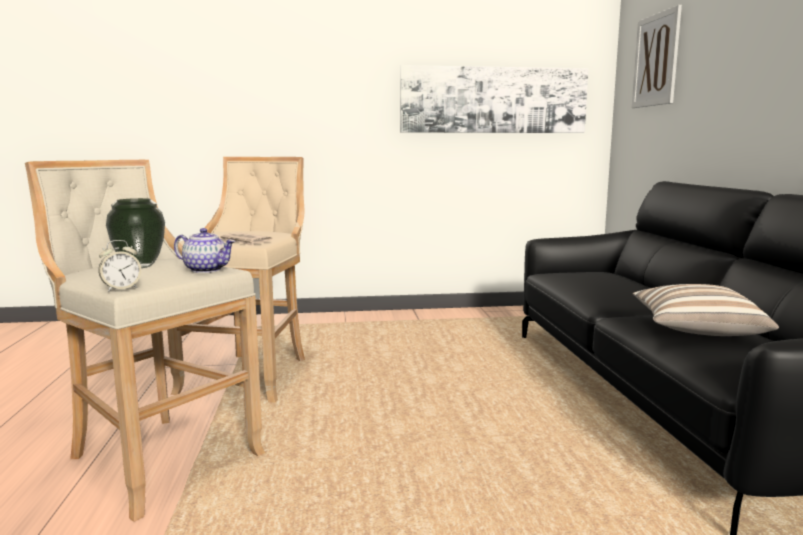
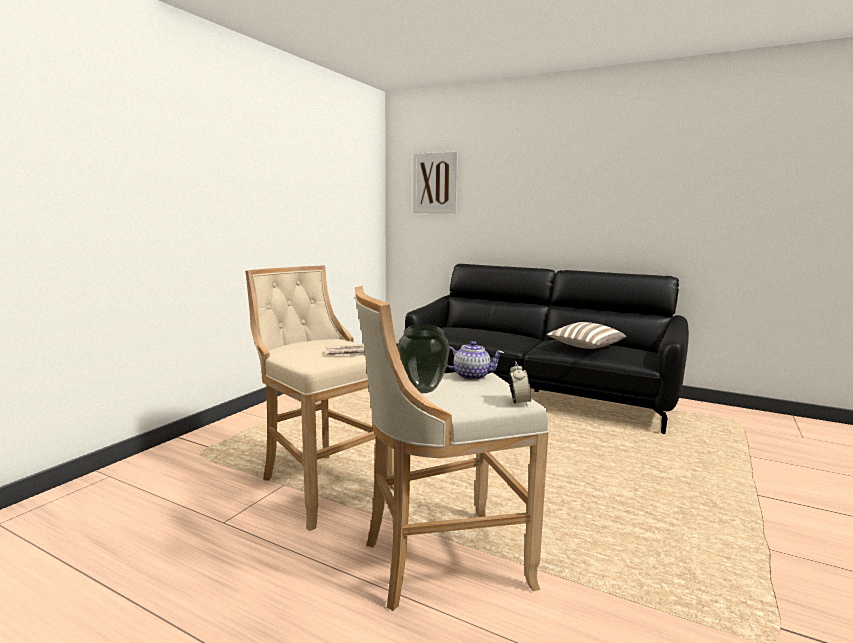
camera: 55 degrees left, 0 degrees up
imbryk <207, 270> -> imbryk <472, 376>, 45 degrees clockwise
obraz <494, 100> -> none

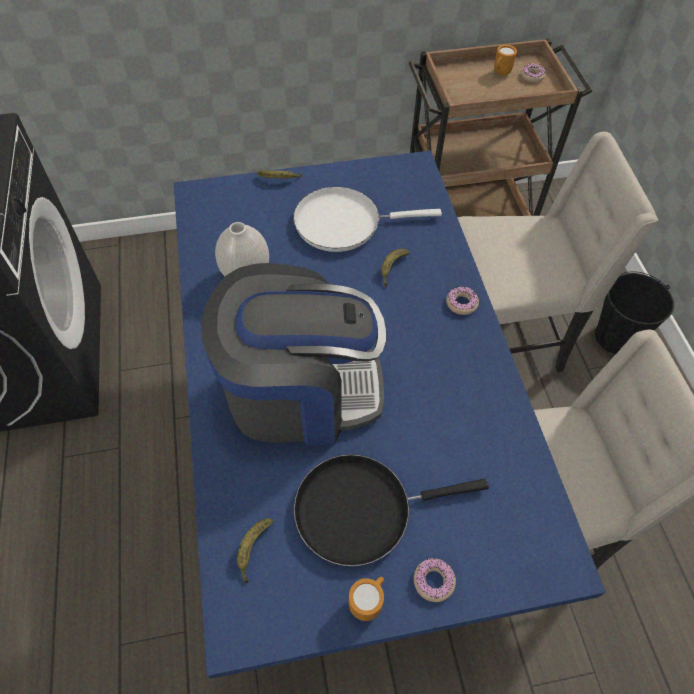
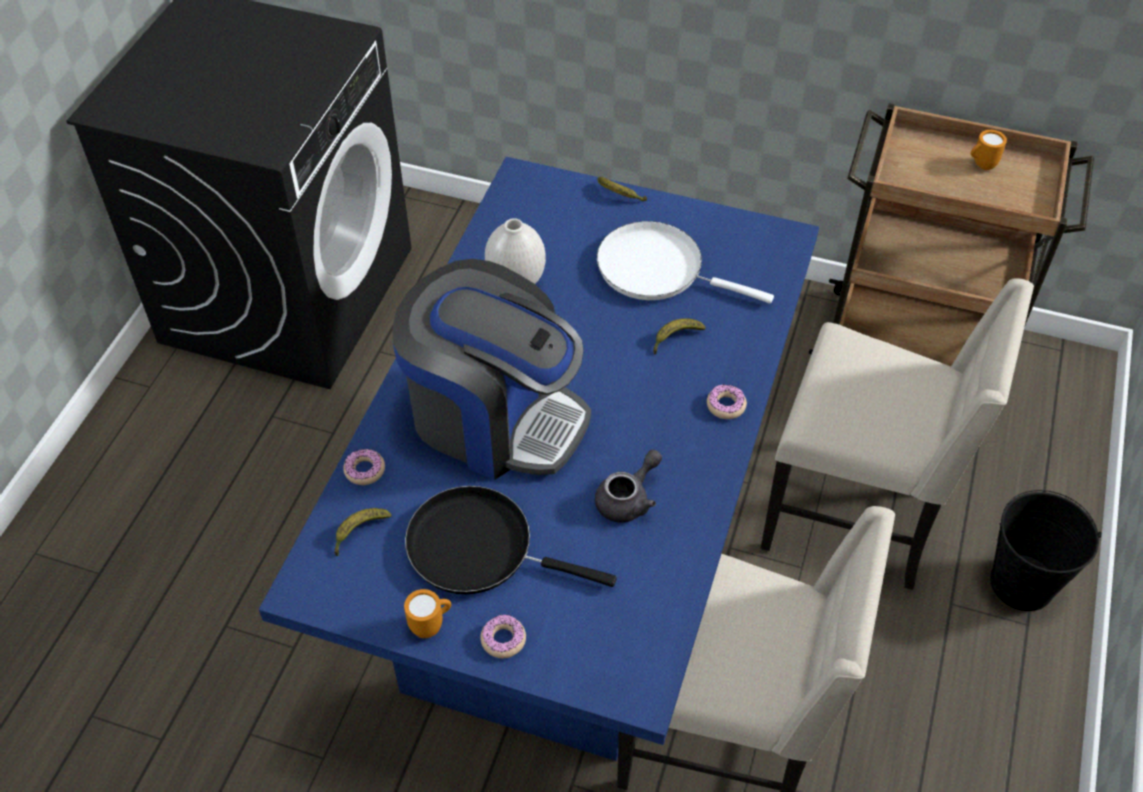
camera: 30 degrees right, 5 degrees down
donut <532, 76> -> donut <365, 470>, relocated
none -> imbryk/szary <628, 499>

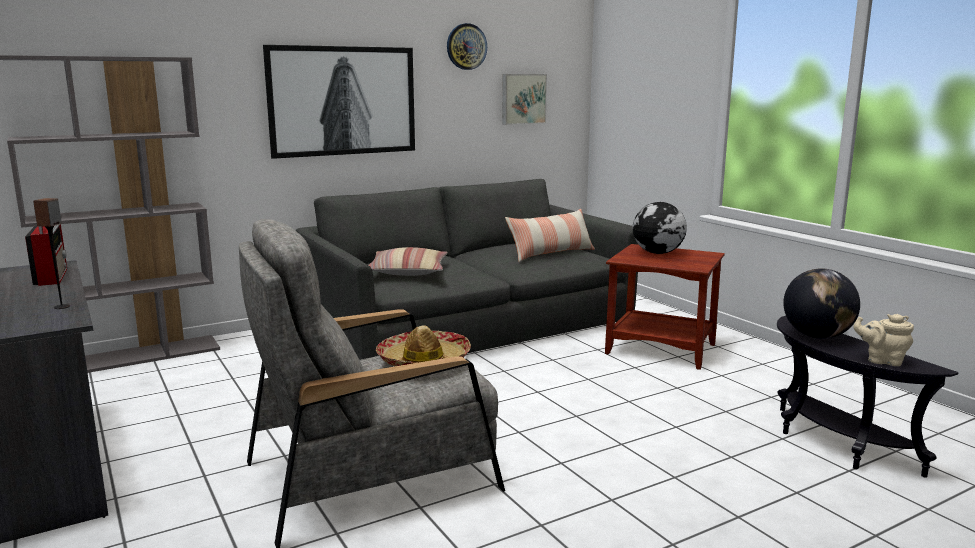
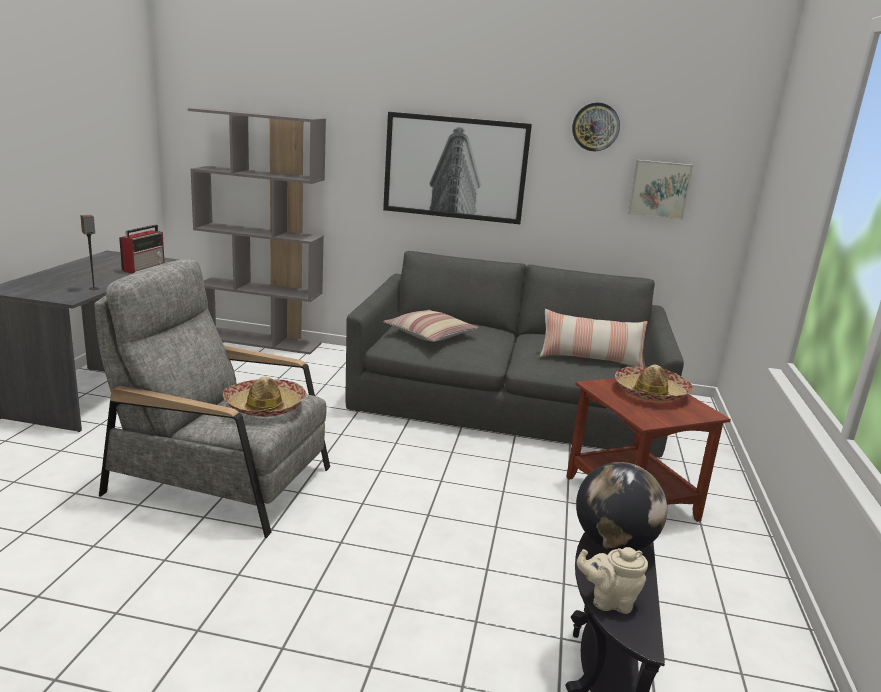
camera: 40 degrees right, 5 degrees up
imbryk/beżowy <882, 360> -> imbryk/beżowy <609, 601>, 60 degrees counterclockwise
globus <657, 253> -> kapelusz <651, 392>

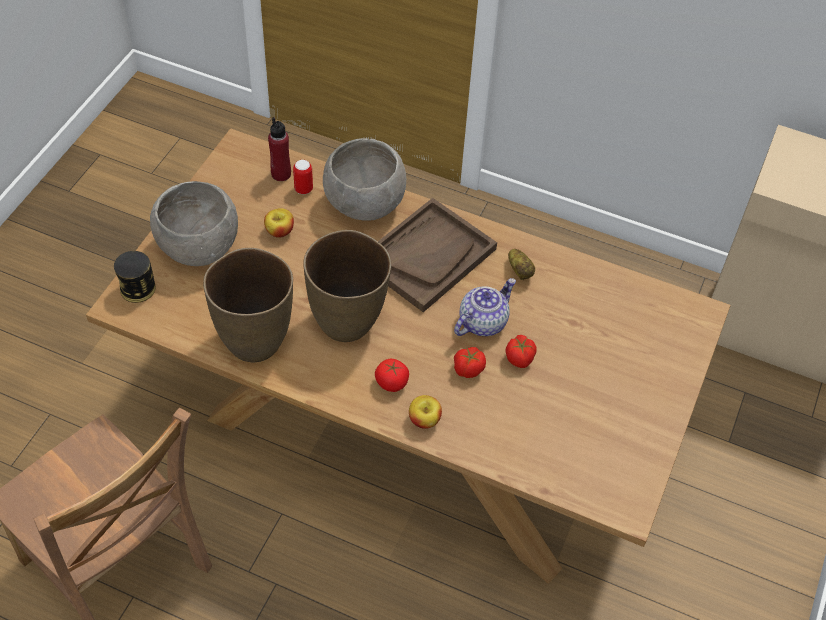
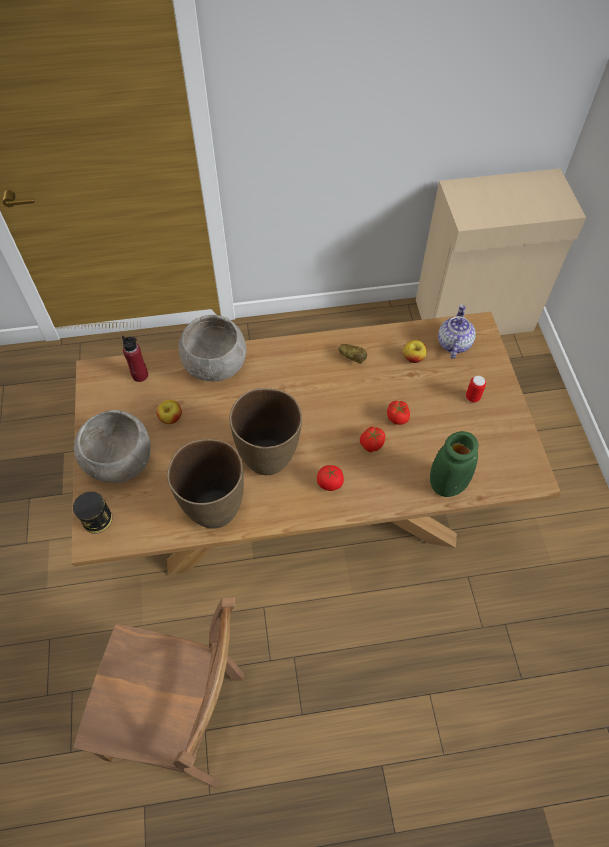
camera: 30 degrees left, 5 degrees up
jabłko <424, 420> -> jabłko <413, 357>, relocated
none -> wazon/zielony <447, 484>
imbryk <482, 322> -> imbryk <453, 343>, relocated
puszka <303, 189> -> puszka <472, 397>, relocated
taca/brązowy <427, 256> -> none

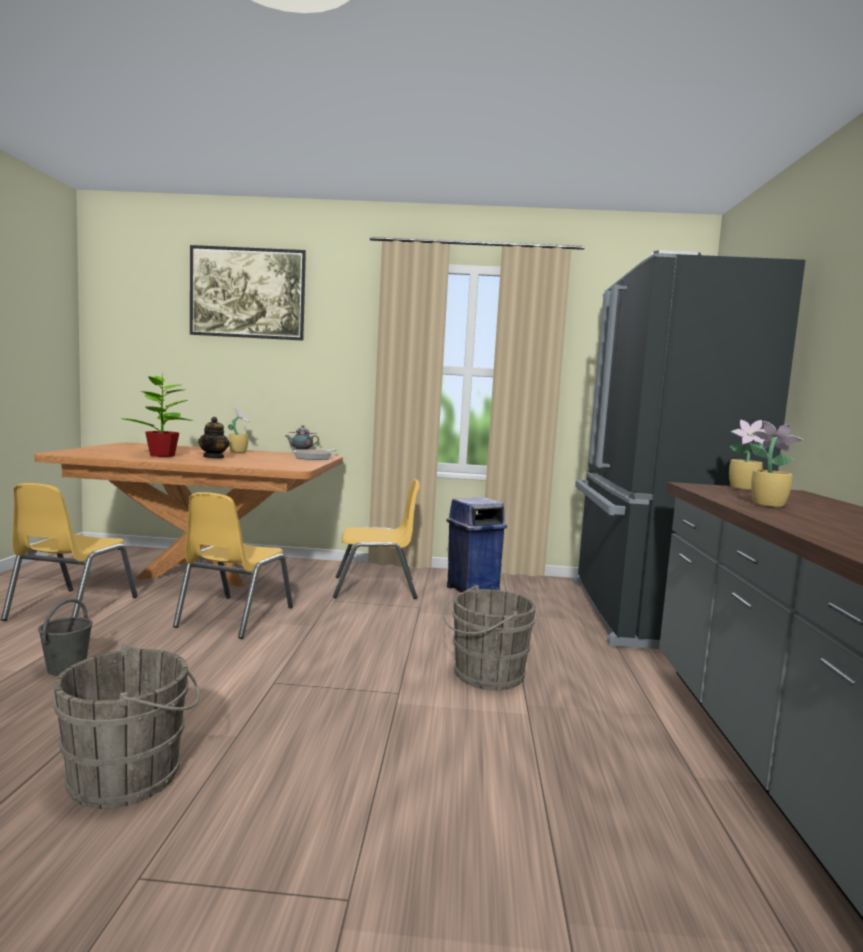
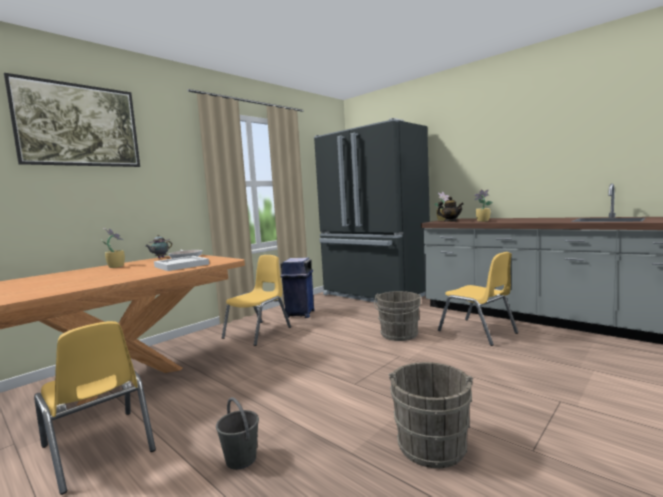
camera: 50 degrees left, 0 degrees up
none -> taca/biały <182, 265>
imbryk <214, 457> -> imbryk <450, 221>, relocated
krzesło/żółty <234, 617> -> krzesło/żółty <477, 332>, relocated
roślina doniczkowa <162, 455> -> none

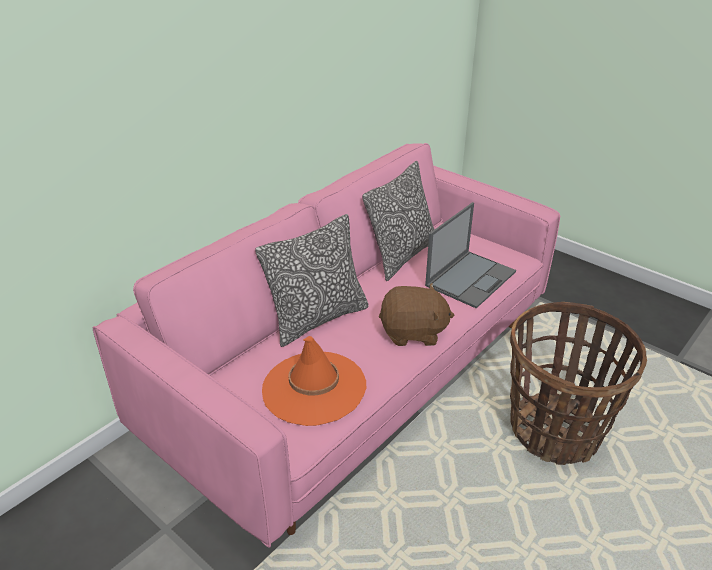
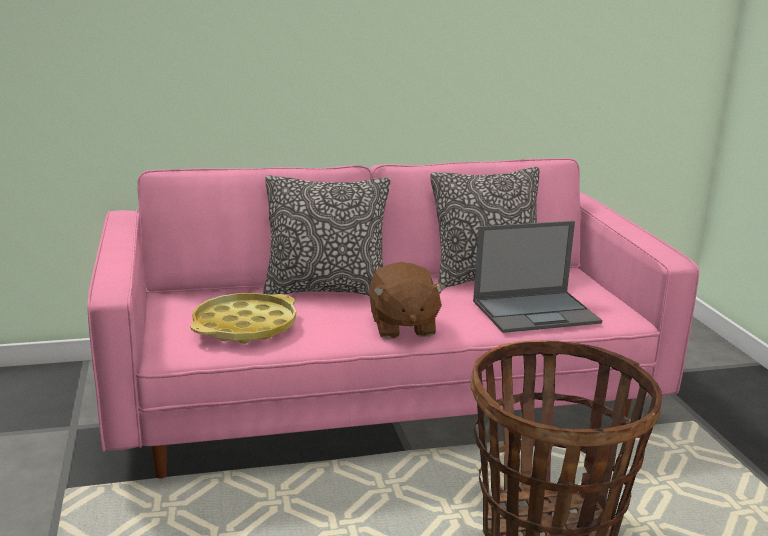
camera: 35 degrees right, 15 degrees down
kapelusz/pomarańczowy <313, 388> -> taca/żółty <245, 326>
pluszak/brązowy <413, 333> -> pluszak/brązowy <402, 327>, 45 degrees clockwise

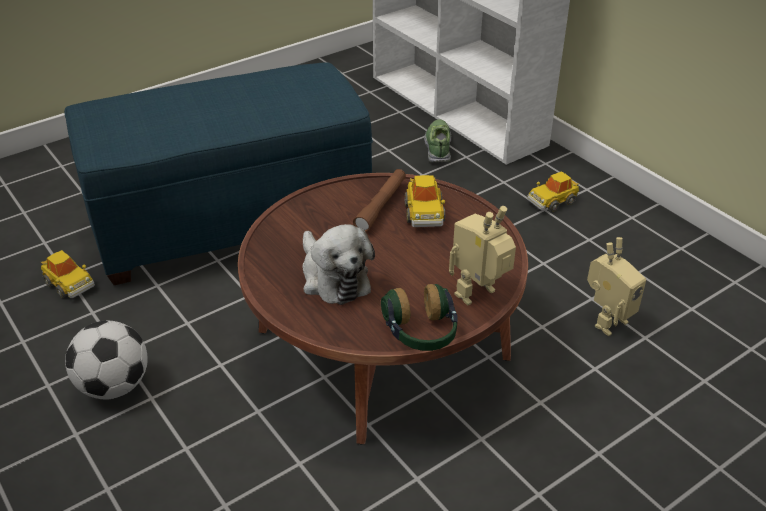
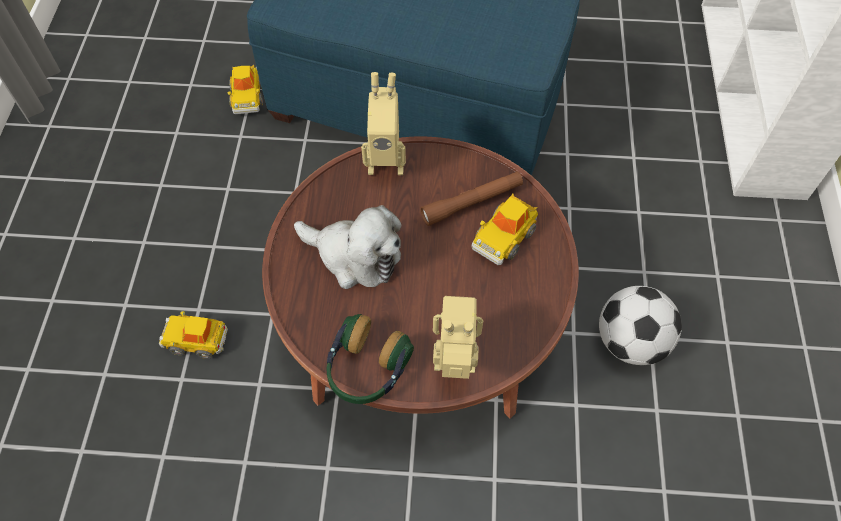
camera: 40 degrees right, 20 degrees up
samochodzik <552, 201> -> samochodzik <196, 340>, relocated
pluszak <333, 277> -> pluszak <355, 256>, 75 degrees counterclockwise
robot zabawkowy <606, 321> -> robot zabawkowy <386, 161>, relocated
piłka futbolowa <115, 386> -> piłka futbolowa <630, 342>, relocated
but <438, 147> -> none

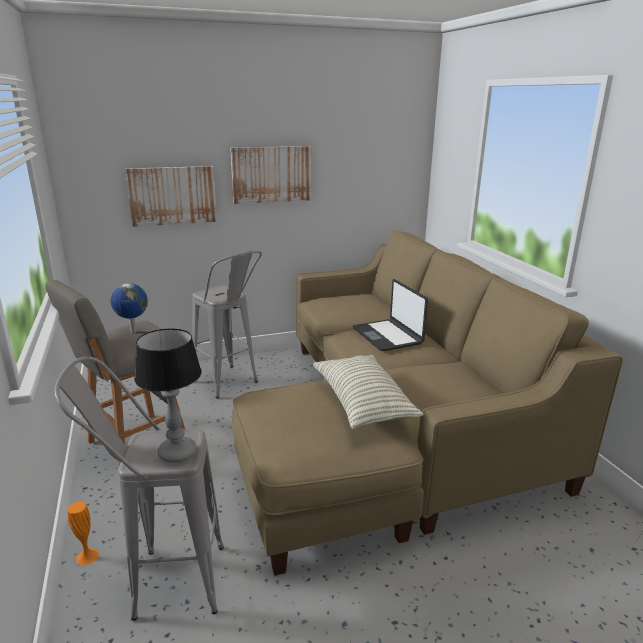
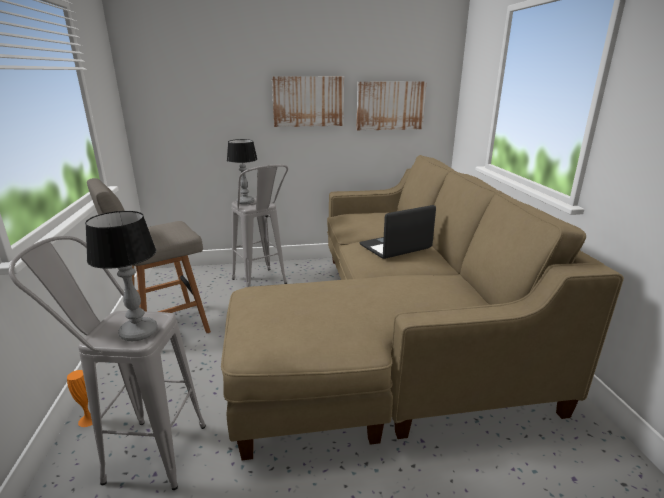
camera: 10 degrees right, 0 degrees up
none -> lampa stołowa <245, 202>
obraz <172, 195> -> obraz <390, 105>, relocated
laptop <388, 336> -> laptop <395, 247>, 75 degrees clockwise
globus <133, 332> -> none
poduszka <362, 403> -> none

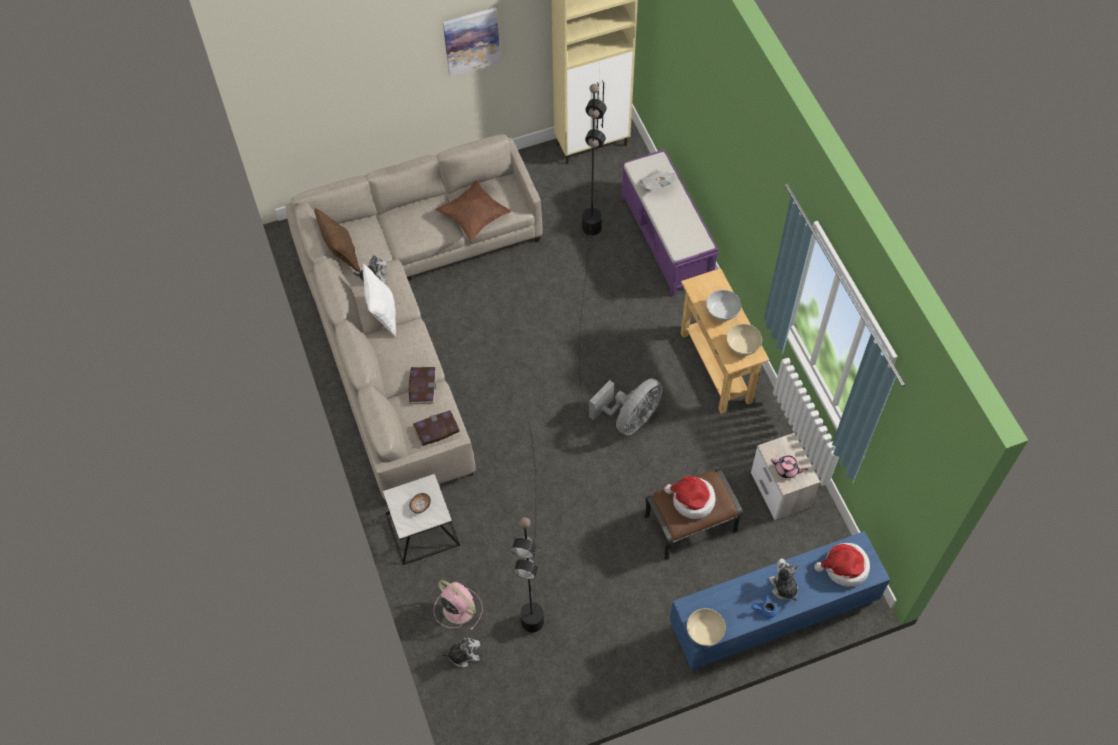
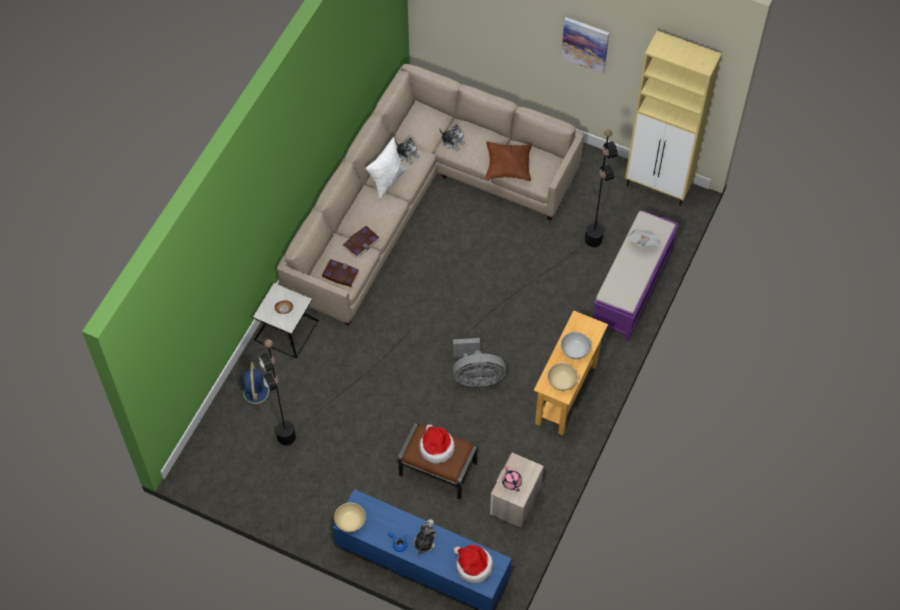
camera: 45 degrees right, 0 degrees up
wentylator/różowy <457, 608> -> wentylator/niebieski <256, 391>
pluszak <463, 654> -> pluszak <452, 142>, relocated
poduszka/brązowy <341, 255> -> none

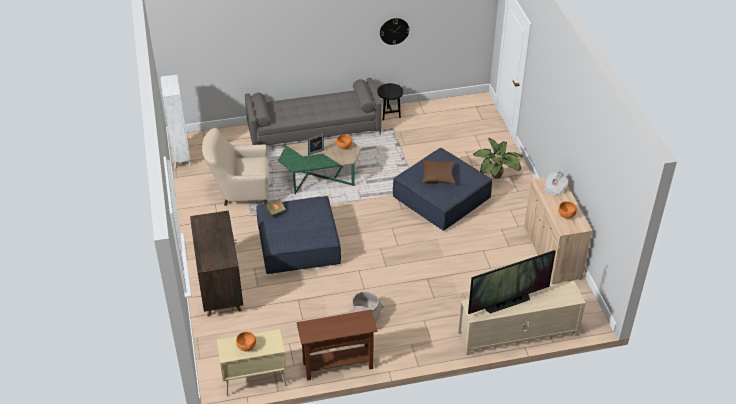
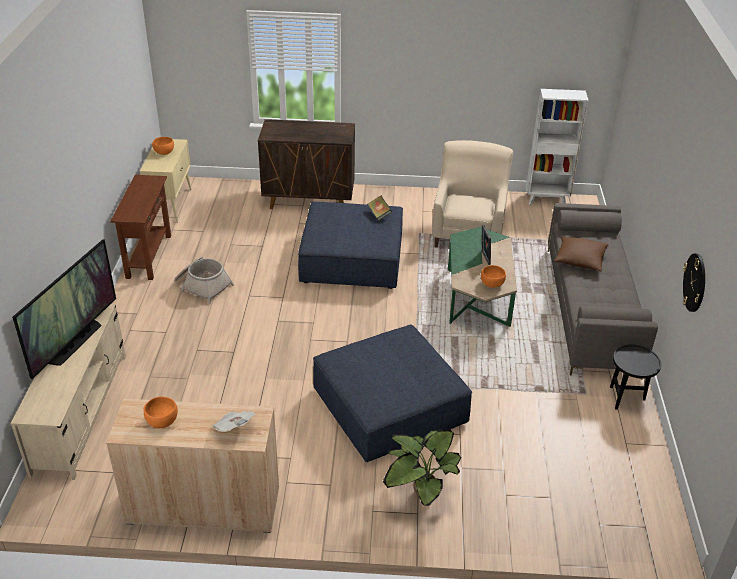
camera: 105 degrees right, 5 degrees down
telewizor <507, 303> -> telewizor <75, 343>, 150 degrees counterclockwise
poduszka/brązowy <438, 176> -> poduszka/brązowy <579, 260>, relocated

